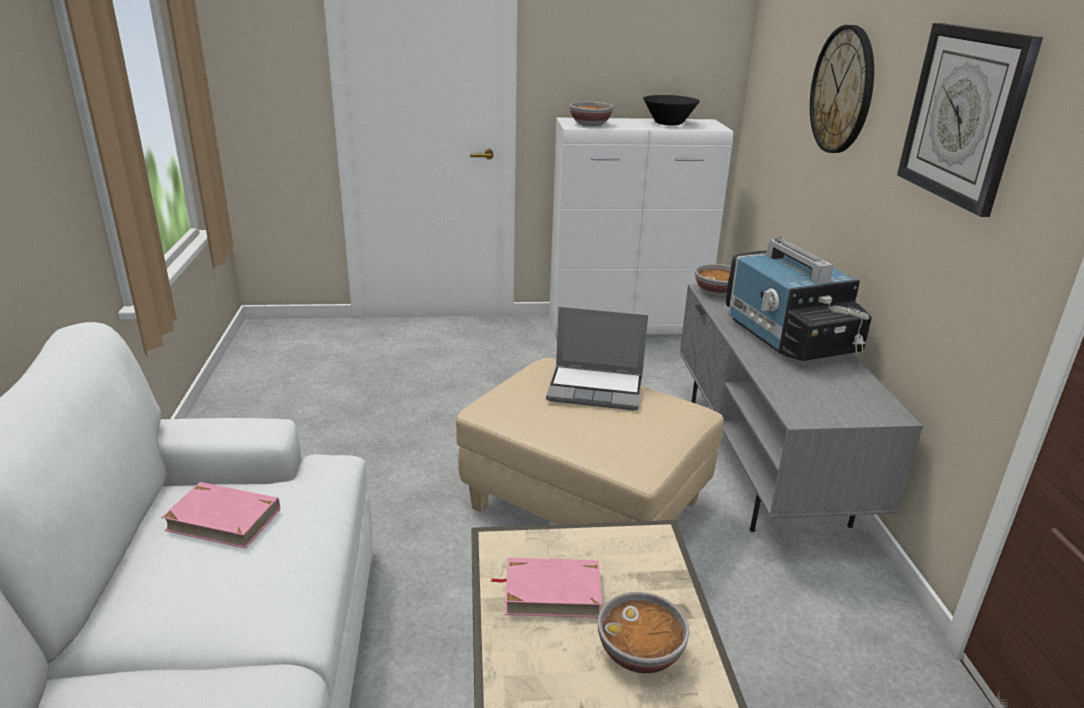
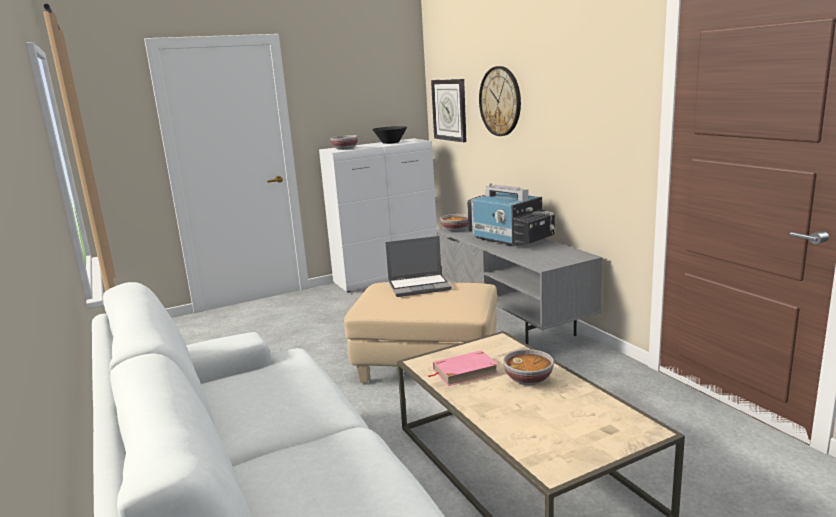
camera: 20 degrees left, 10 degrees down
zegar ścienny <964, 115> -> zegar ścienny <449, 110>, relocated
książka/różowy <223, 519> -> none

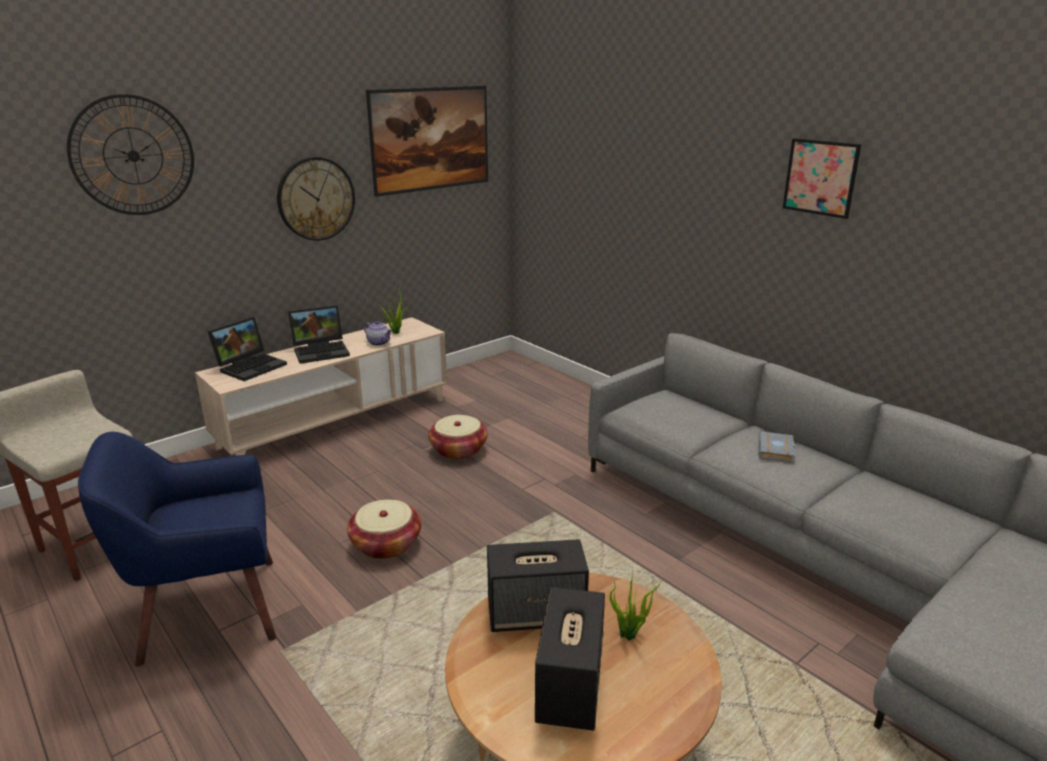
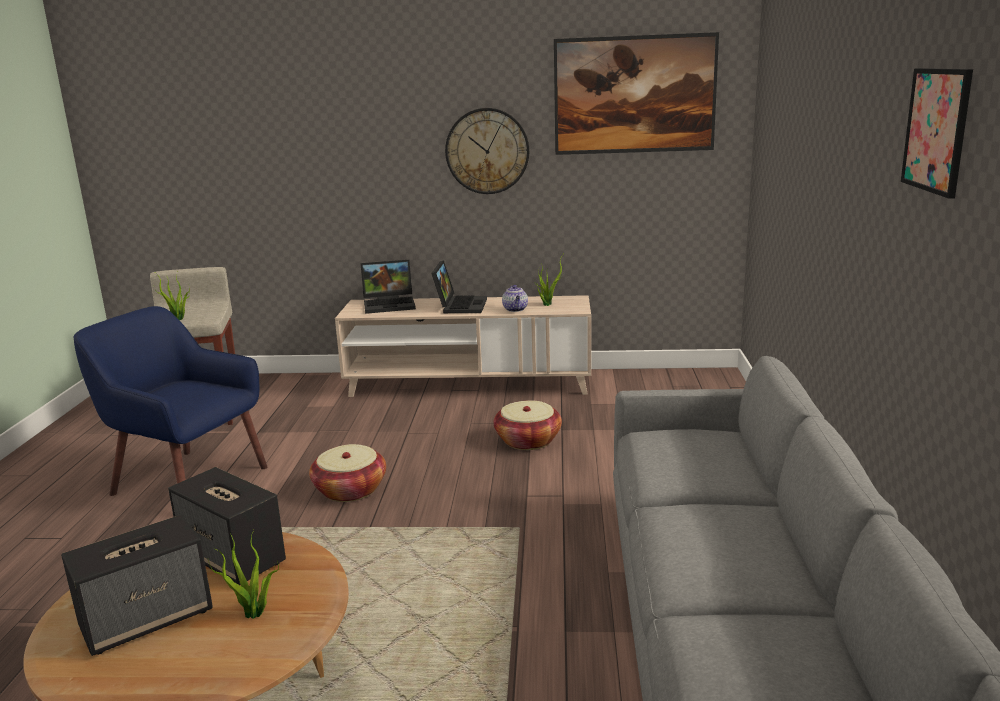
camera: 45 degrees right, 5 degrees down
none -> roślina doniczkowa <179, 319>
laptop <322, 351> -> laptop <459, 305>, 105 degrees counterclockwise
zegar ścienny <133, 156> -> none
książka/szary <777, 451> -> none

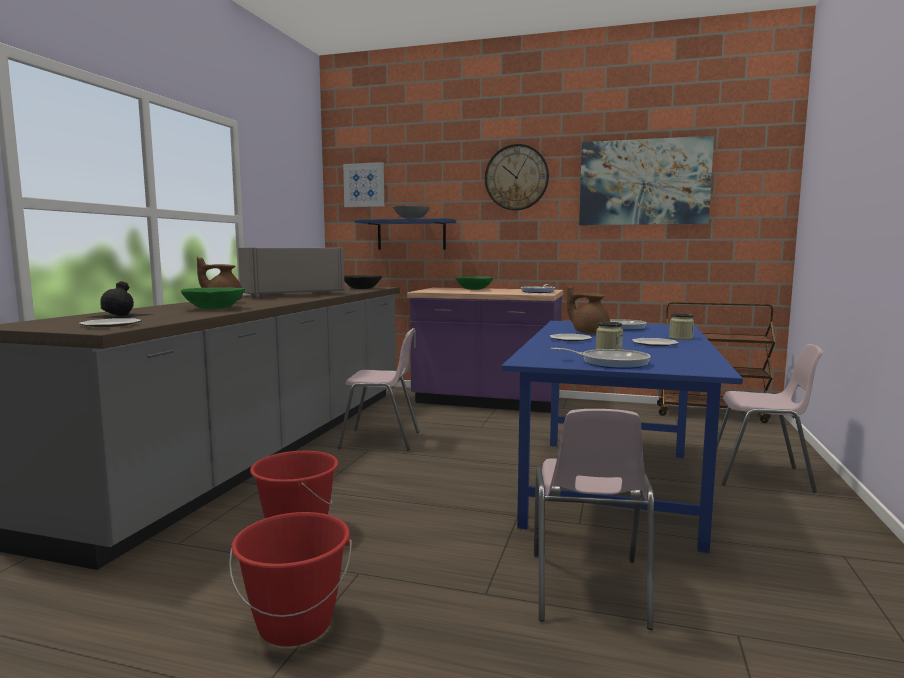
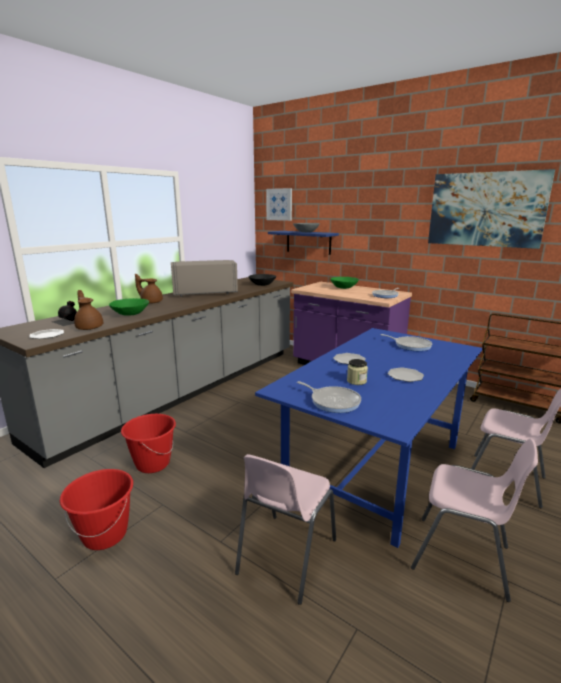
camera: 20 degrees right, 10 degrees up
imbryk/brązowy <589, 333> -> imbryk/brązowy <89, 327>, relocated
krzesło/różowy <381, 440> -> krzesło/różowy <462, 558>, relocated
zegar ścienny <516, 177> -> none
słoik <680, 338> -> none

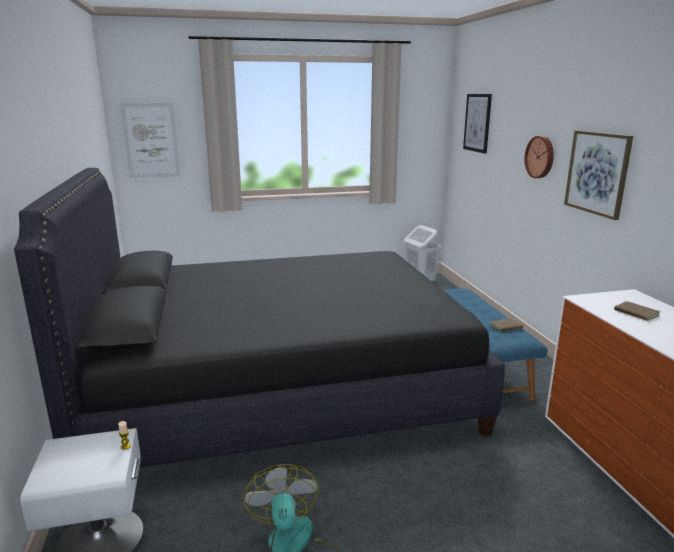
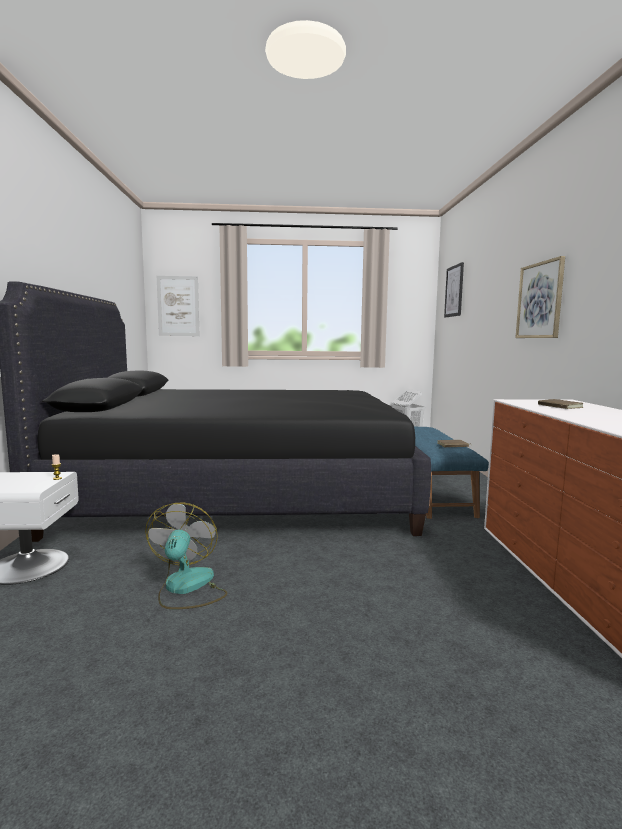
camera: 10 degrees right, 10 degrees down
zegar ścienny <540, 157> -> none

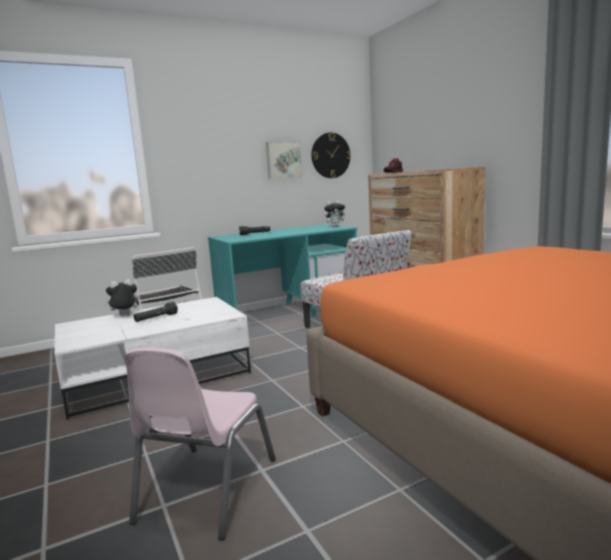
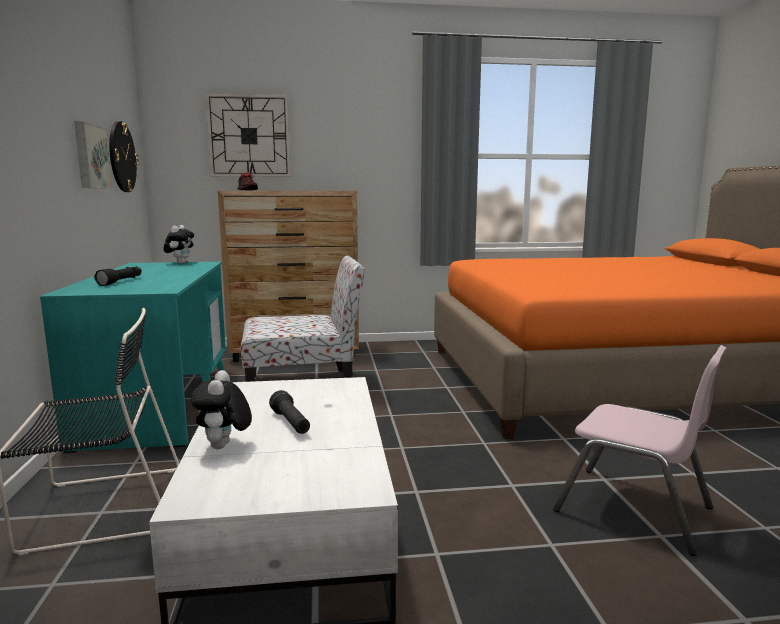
camera: 70 degrees left, 0 degrees up
none -> zegar ścienny <249, 136>

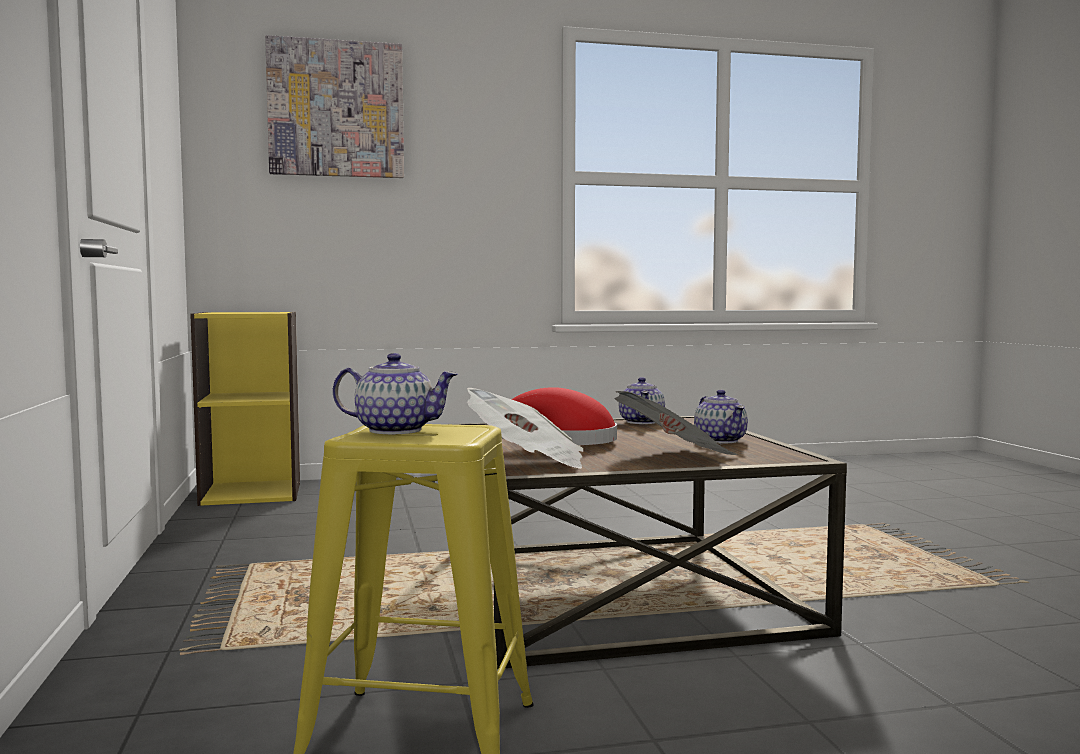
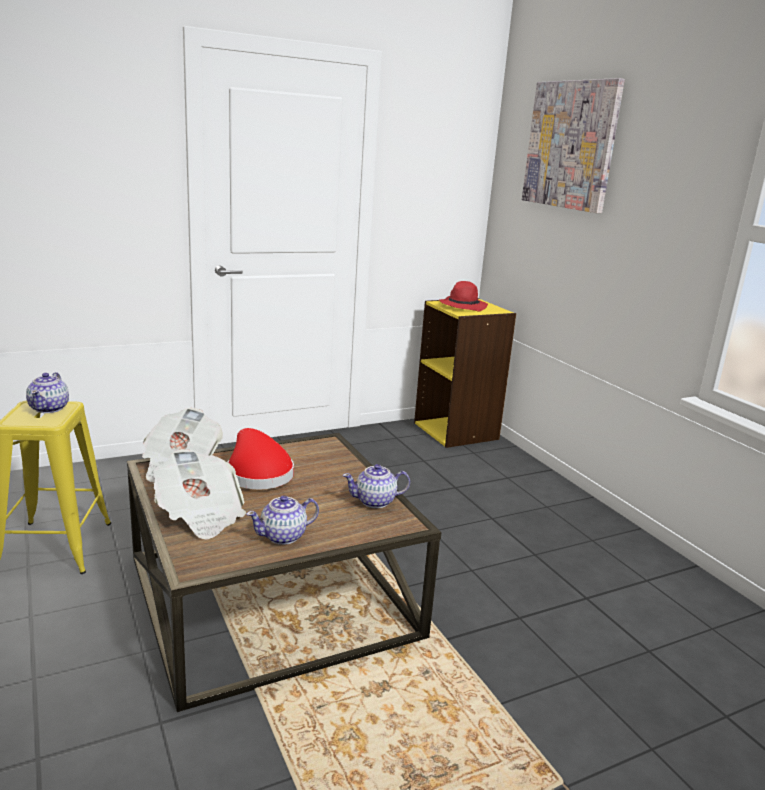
camera: 75 degrees right, 15 degrees up
none -> kapelusz/czerwony <463, 306>

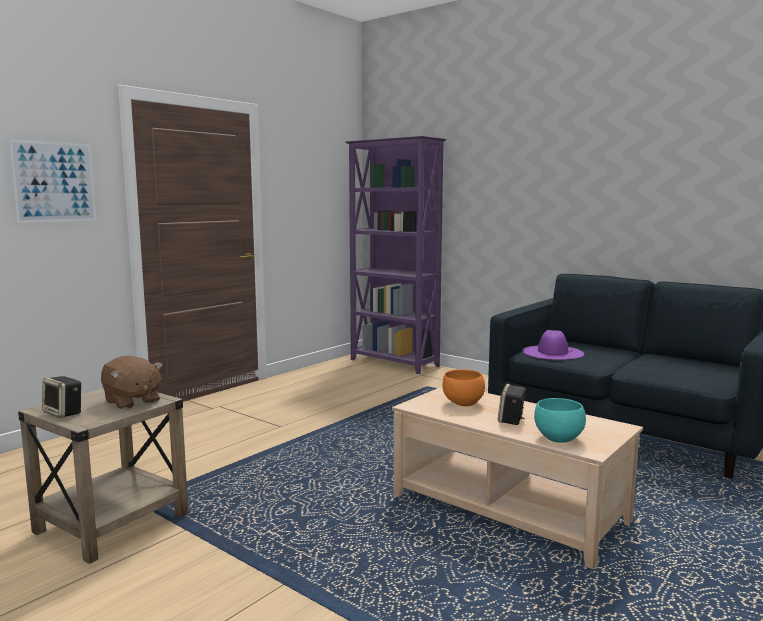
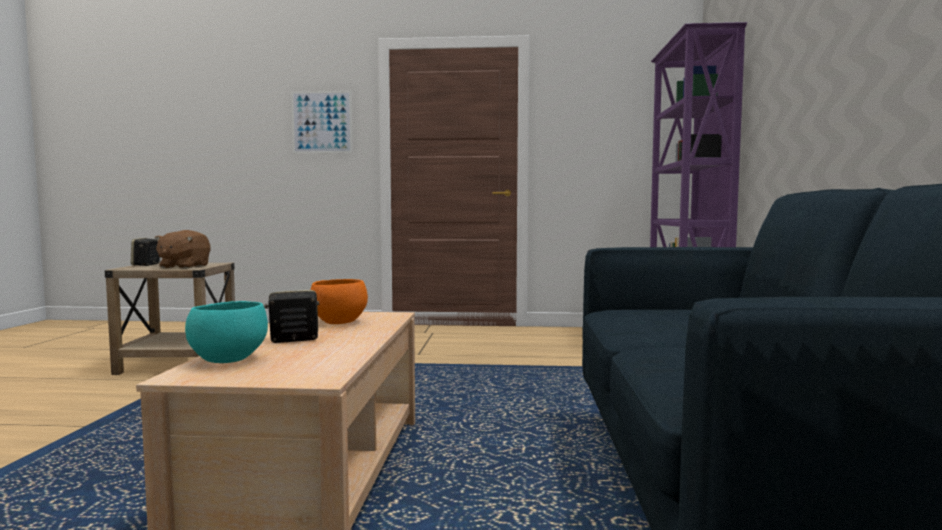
camera: 55 degrees right, 5 degrees down
kapelusz/fioletowy <552, 352> -> none

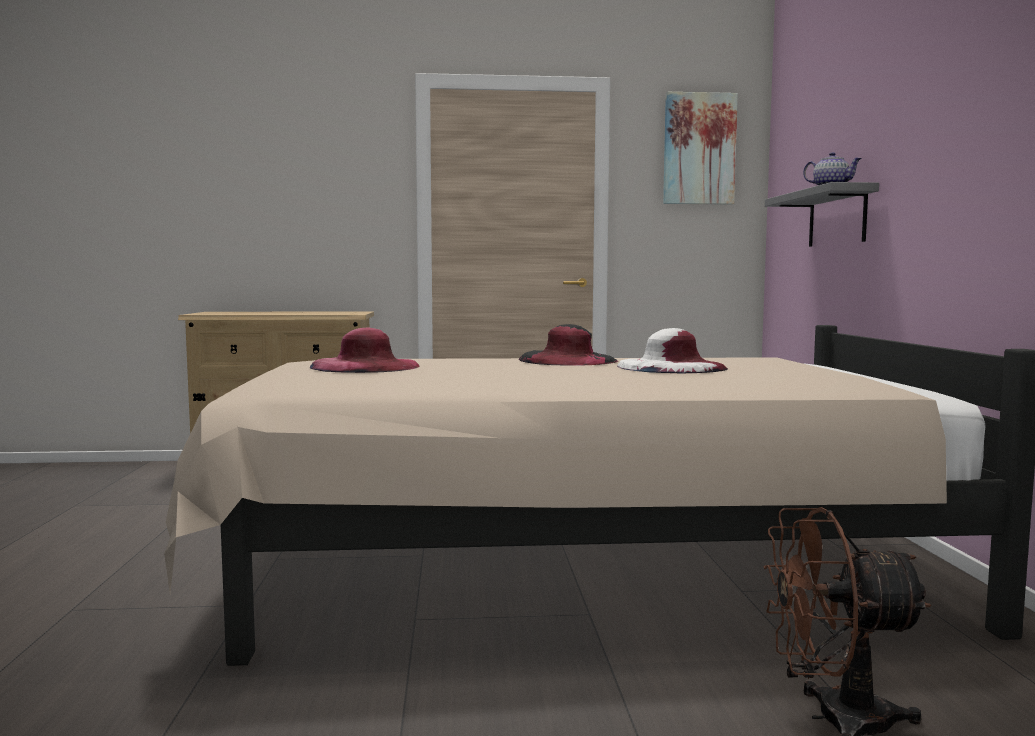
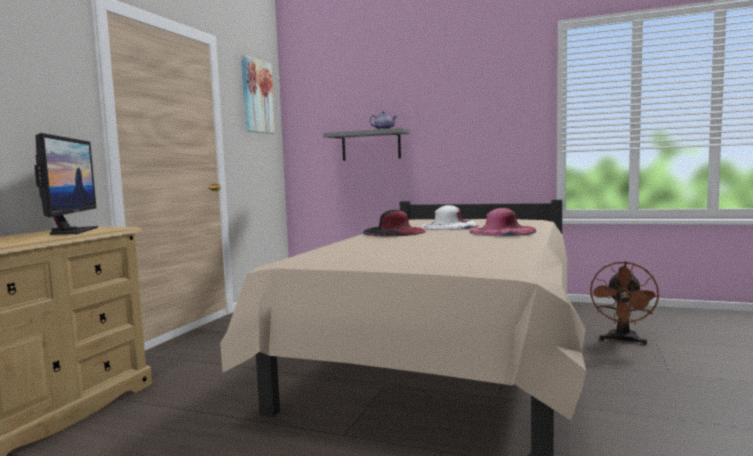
camera: 65 degrees left, 0 degrees up
none -> monitor <71, 231>
kapelusz/różowy <365, 366> -> kapelusz/różowy <502, 231>, relocated

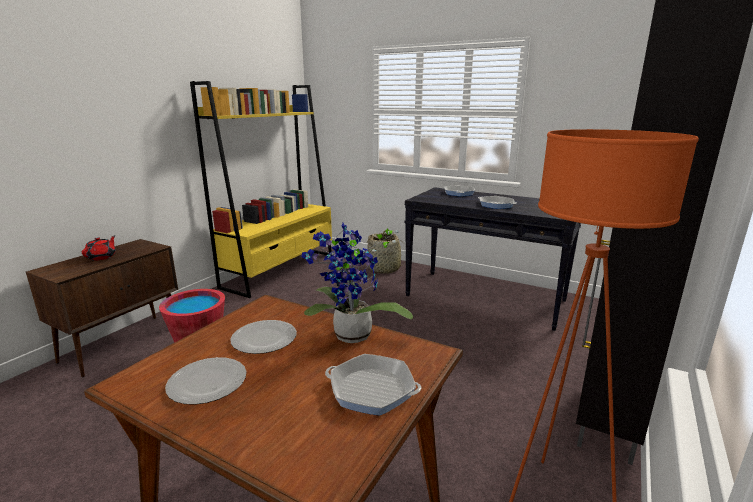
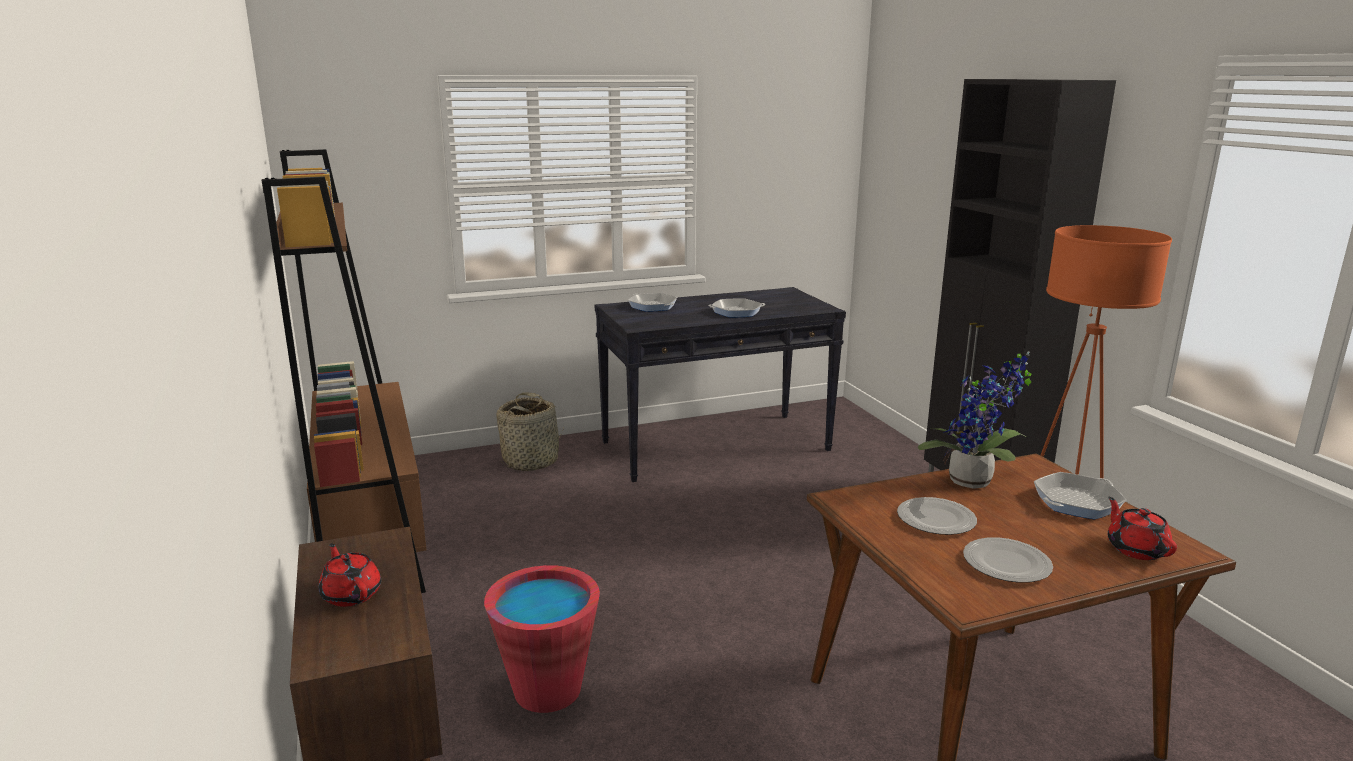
camera: 50 degrees left, 0 degrees up
regał/żółty <280, 270> -> regał/brązowy <371, 532>
none -> imbryk/czerwony <1136, 549>

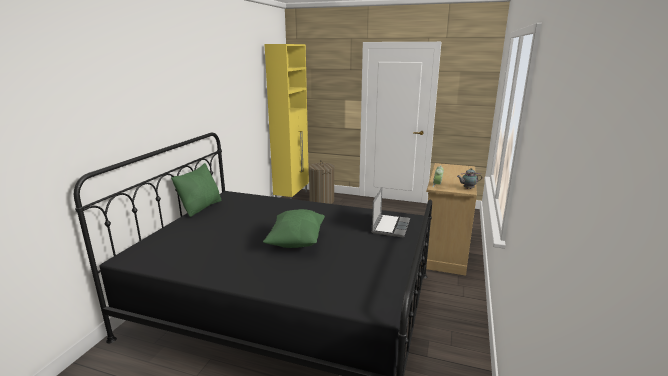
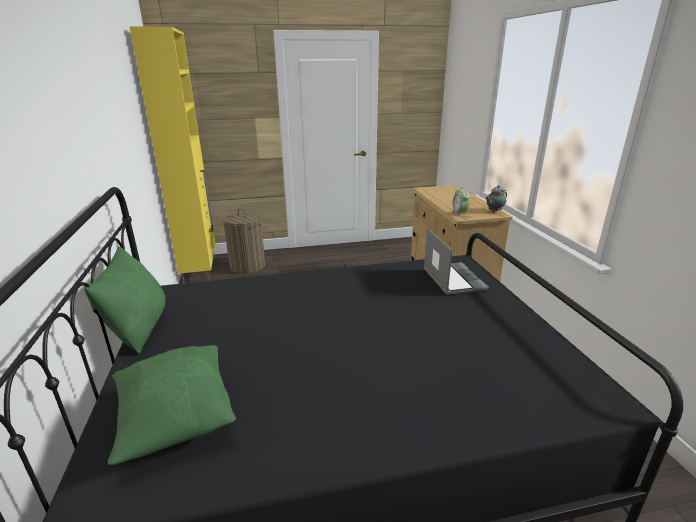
camera: 30 degrees left, 5 degrees up
poduszka/zielony <296, 241> -> poduszka/zielony <176, 419>, relocated

